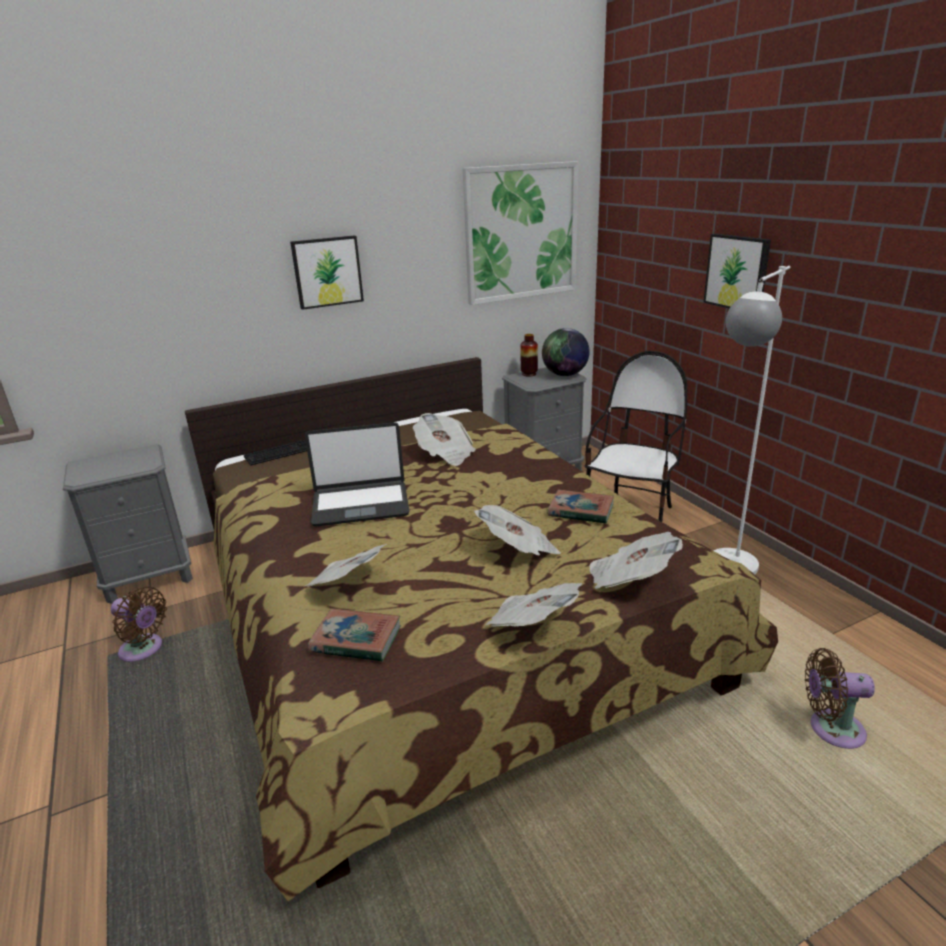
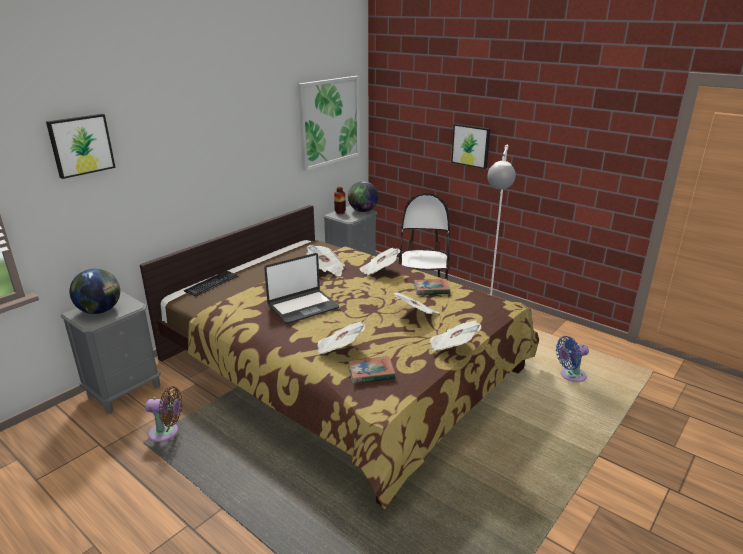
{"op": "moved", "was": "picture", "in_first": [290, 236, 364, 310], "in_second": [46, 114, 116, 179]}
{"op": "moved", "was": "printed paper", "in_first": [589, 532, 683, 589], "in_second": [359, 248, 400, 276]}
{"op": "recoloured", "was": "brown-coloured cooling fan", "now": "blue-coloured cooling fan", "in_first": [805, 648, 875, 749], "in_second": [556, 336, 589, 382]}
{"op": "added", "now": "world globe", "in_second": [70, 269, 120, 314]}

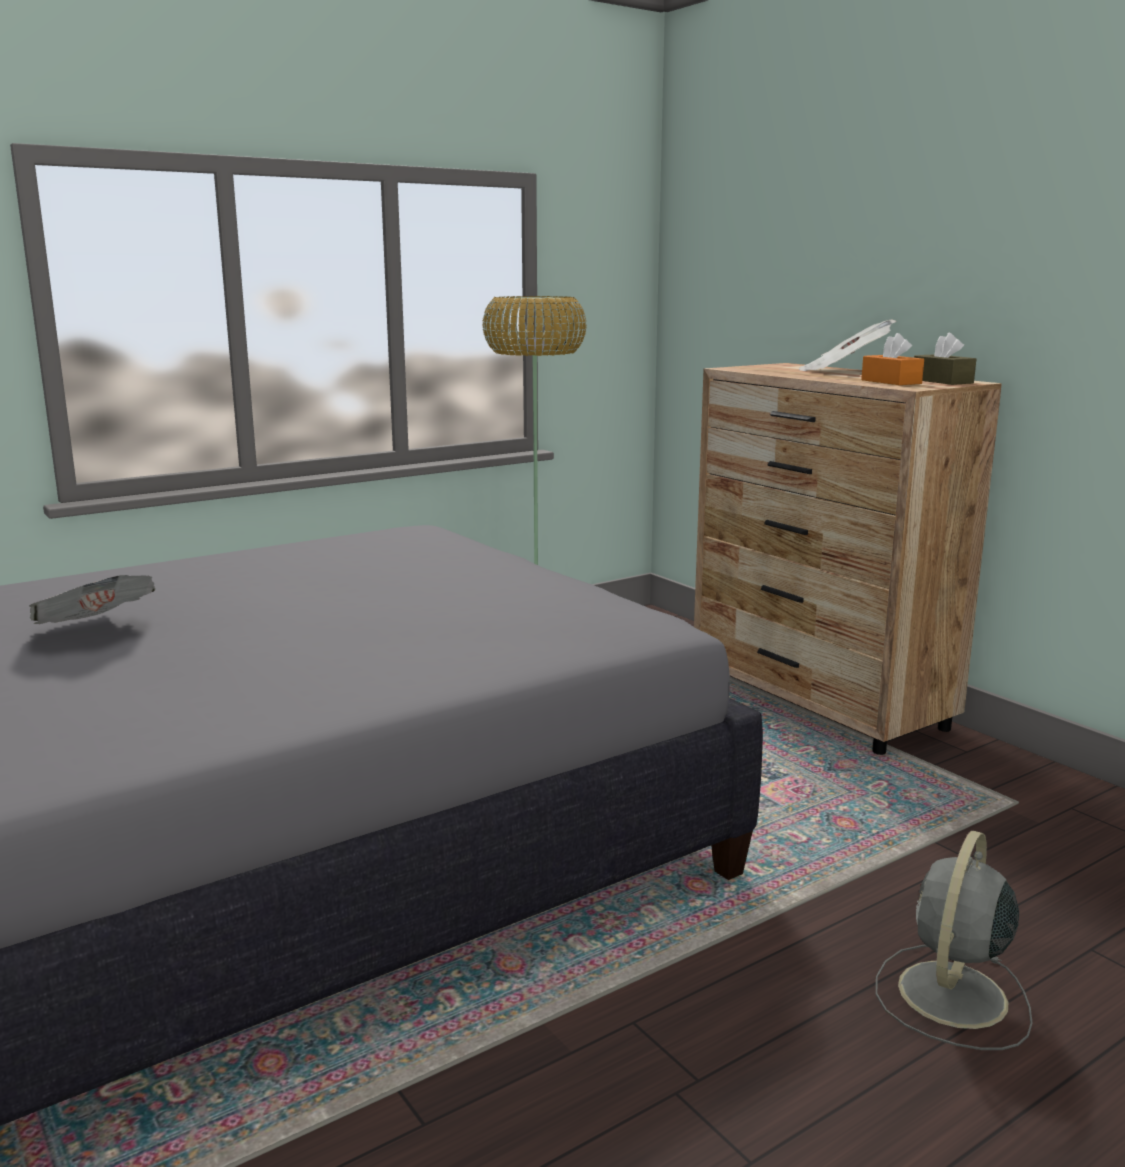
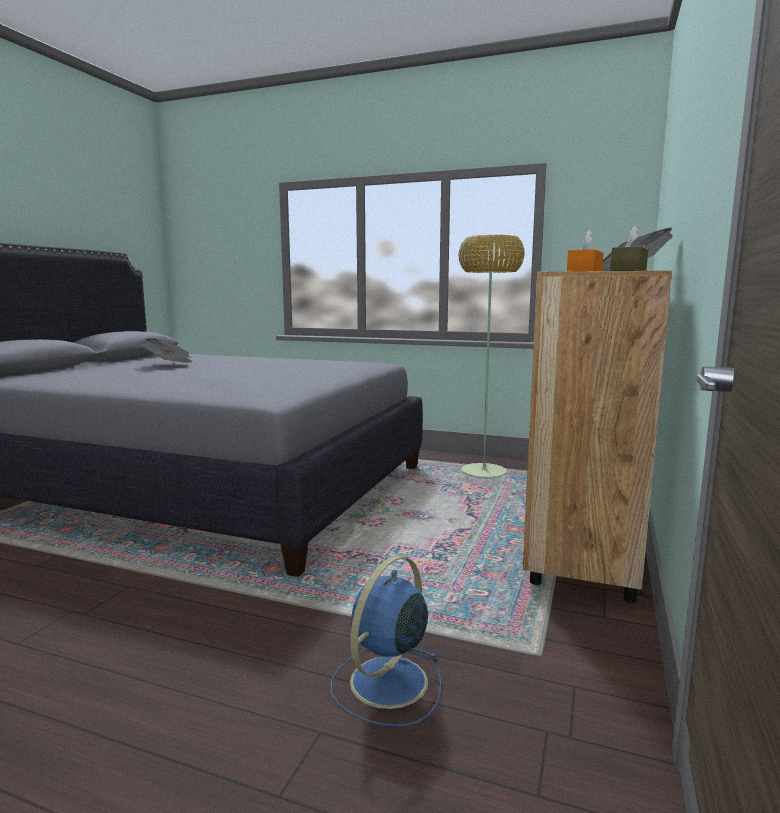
{"op": "removed", "was": "greyish cooling fan", "in_first": [876, 831, 1033, 1050]}
{"op": "added", "now": "blue-coloured cooling fan", "in_second": [331, 556, 441, 727]}

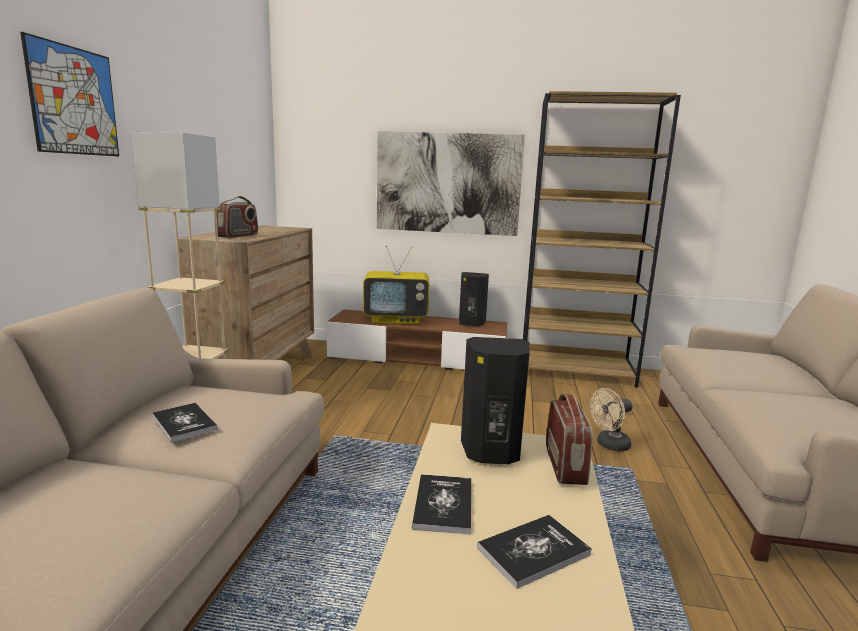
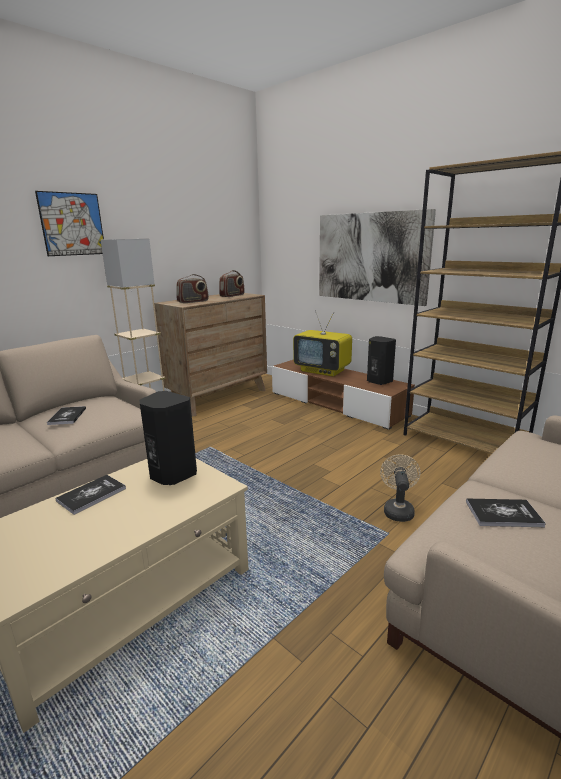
{"op": "moved", "was": "book", "in_first": [477, 515, 592, 589], "in_second": [466, 499, 546, 527]}
{"op": "moved", "was": "radio receiver", "in_first": [546, 394, 593, 485], "in_second": [219, 270, 245, 297]}
{"op": "turned", "was": "sand-coloured cooling fan", "in_first": [590, 388, 633, 452], "in_second": [380, 454, 420, 522], "clockwise": 90}

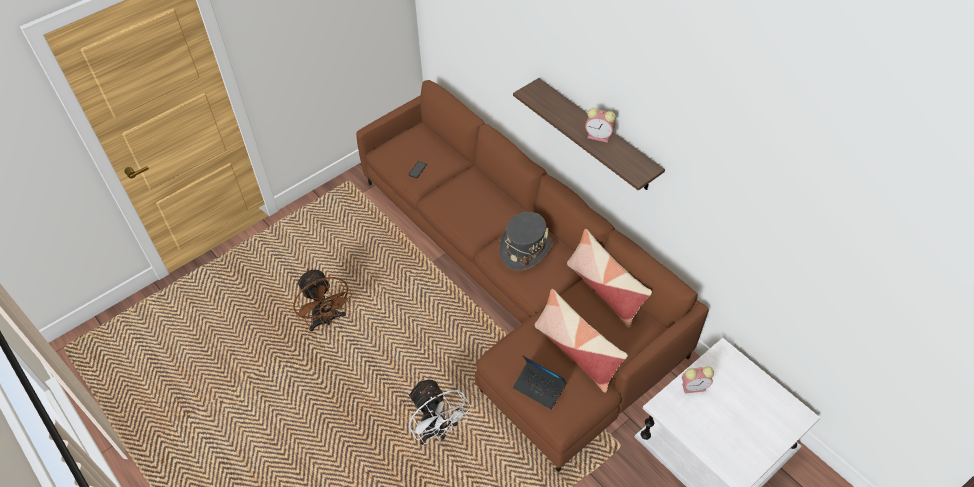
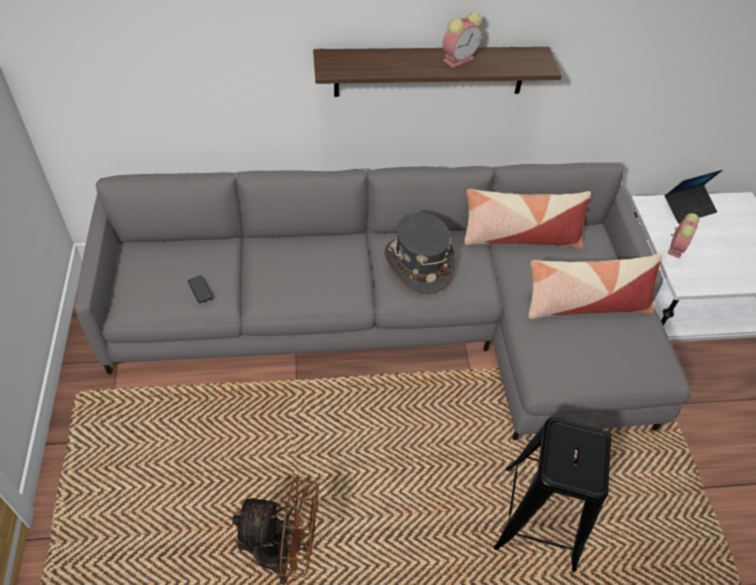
{"op": "recoloured", "was": "brown-coloured settee", "now": "greyish settee", "in_first": [356, 80, 709, 472], "in_second": [75, 163, 691, 440]}
{"op": "replaced", "was": "white-coloured cooling fan", "now": "black sitting stool", "in_first": [409, 379, 471, 445], "in_second": [494, 417, 612, 572]}
{"op": "moved", "was": "portable computer", "in_first": [513, 356, 566, 410], "in_second": [665, 170, 723, 224]}

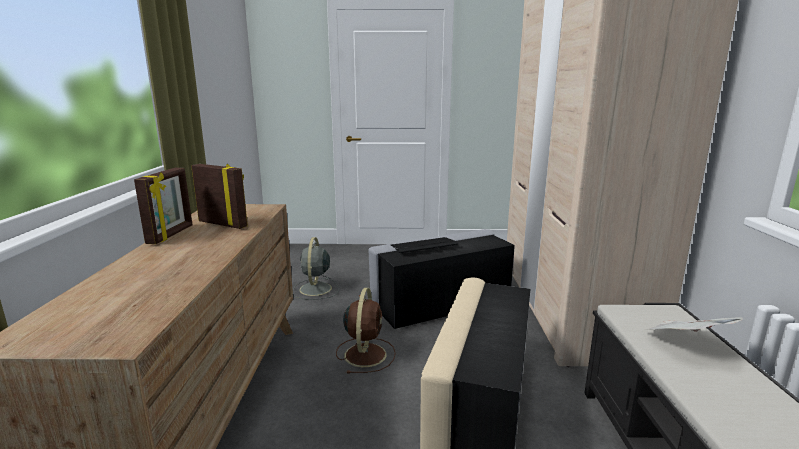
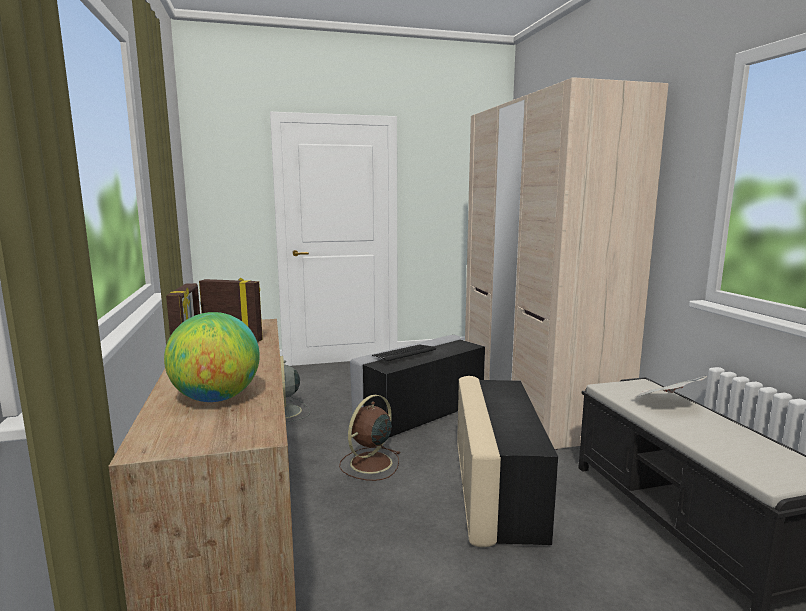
{"op": "turned", "was": "brown-coloured cooling fan", "in_first": [336, 288, 396, 374], "in_second": [339, 395, 400, 481], "clockwise": -135}
{"op": "added", "now": "world globe", "in_second": [164, 312, 260, 402]}

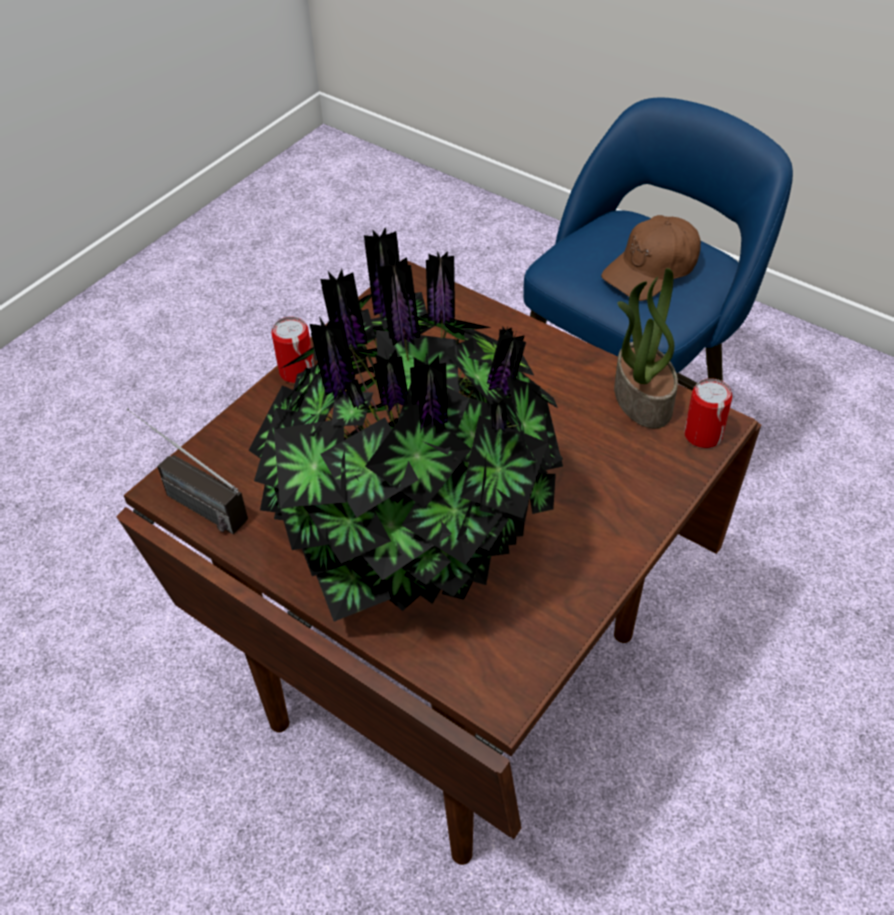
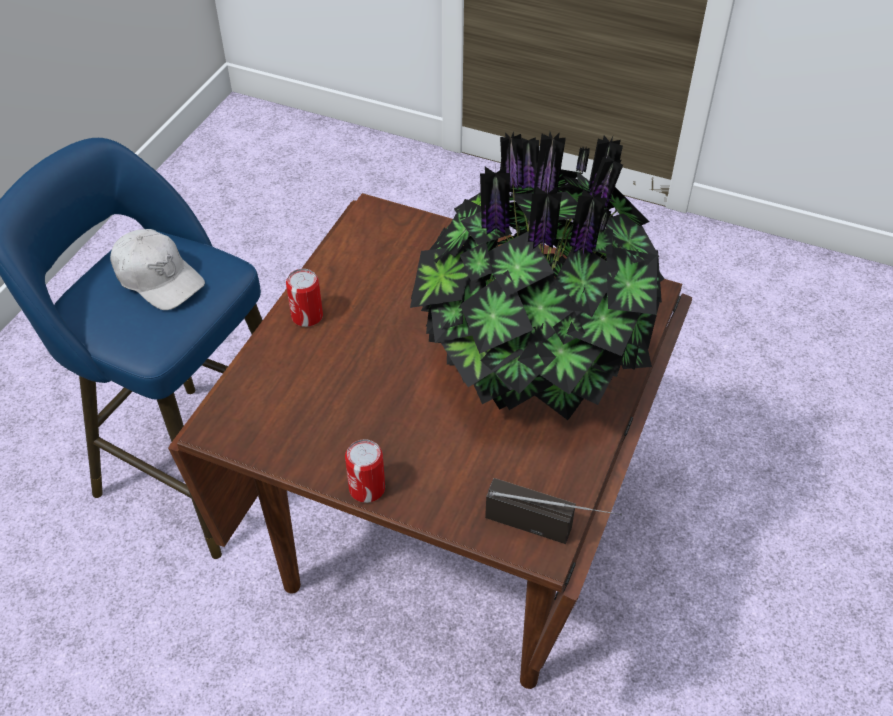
{"op": "turned", "was": "radio receiver", "in_first": [126, 408, 248, 534], "in_second": [485, 478, 622, 544], "clockwise": -90}
{"op": "recoloured", "was": "brown-coloured baseball cap", "now": "white-coloured baseball cap", "in_first": [601, 215, 701, 301], "in_second": [110, 229, 205, 310]}
{"op": "removed", "was": "houseplant", "in_first": [614, 268, 678, 429]}
{"op": "moved", "was": "sealed can", "in_first": [684, 378, 732, 448], "in_second": [286, 269, 323, 327]}

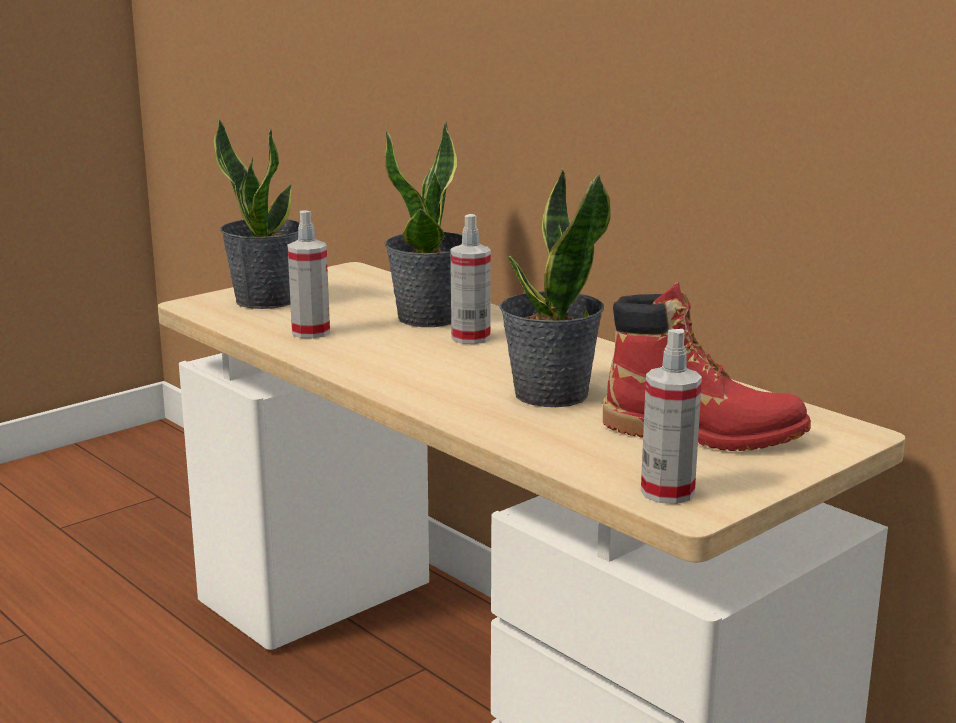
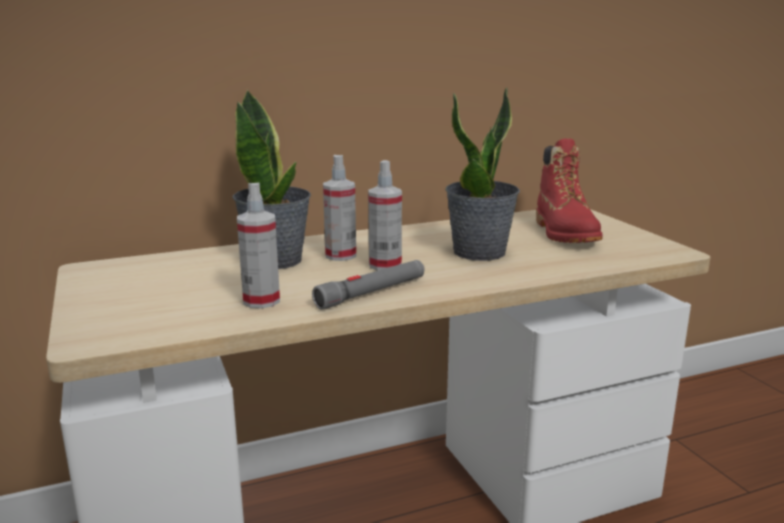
{"op": "removed", "was": "houseplant", "in_first": [214, 118, 300, 309]}
{"op": "turned", "was": "reddish high-top boot", "in_first": [603, 282, 811, 451], "in_second": [536, 138, 603, 243], "clockwise": 135}
{"op": "moved", "was": "sprayer", "in_first": [641, 329, 702, 504], "in_second": [368, 160, 402, 271]}
{"op": "added", "now": "greyish hand torch", "in_second": [312, 260, 424, 310]}

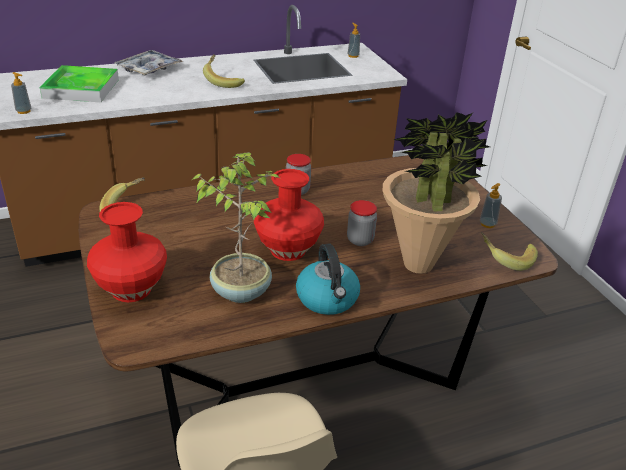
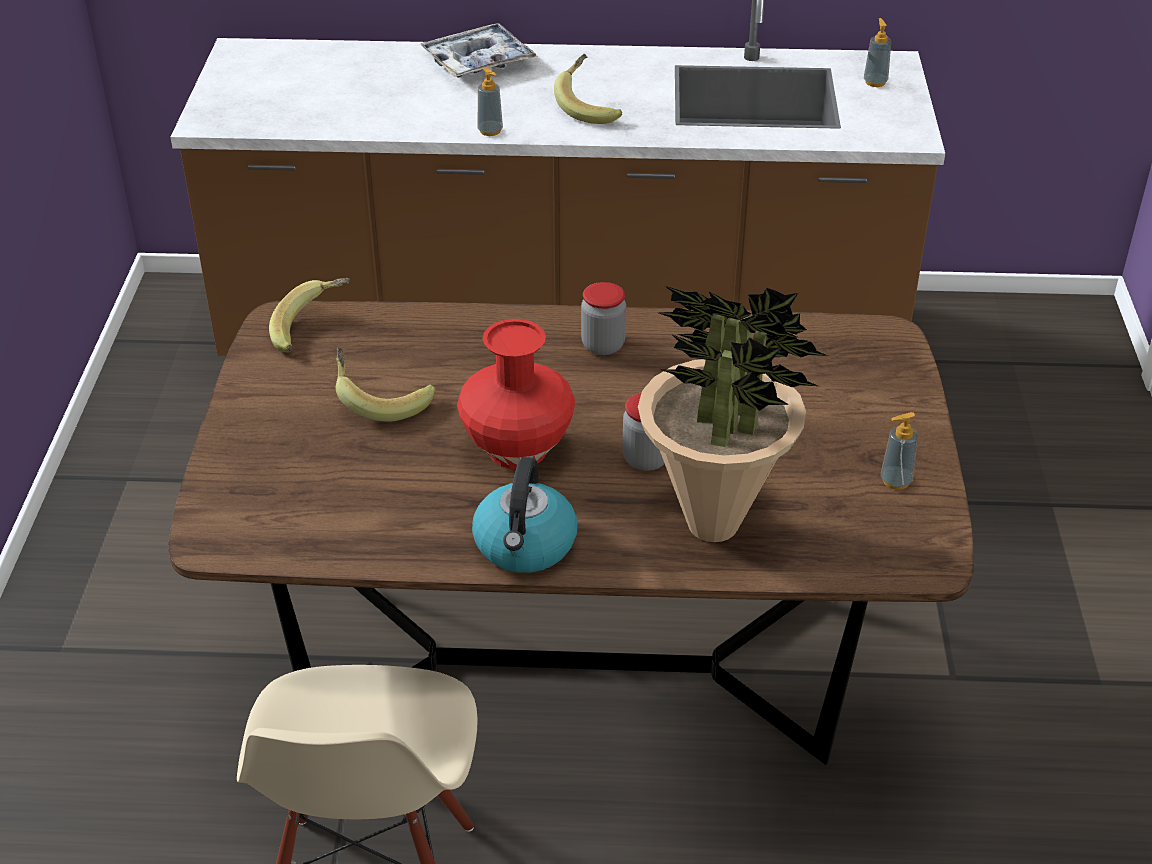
{"op": "moved", "was": "liquid soap bottle", "in_first": [11, 72, 31, 114], "in_second": [477, 68, 503, 136]}
{"op": "removed", "was": "serving tray", "in_first": [40, 65, 119, 102]}
{"op": "removed", "was": "reddish decorative vase", "in_first": [87, 202, 167, 302]}
{"op": "removed", "was": "houseplant", "in_first": [192, 152, 280, 303]}
{"op": "moved", "was": "banana", "in_first": [481, 232, 538, 271], "in_second": [336, 348, 435, 422]}

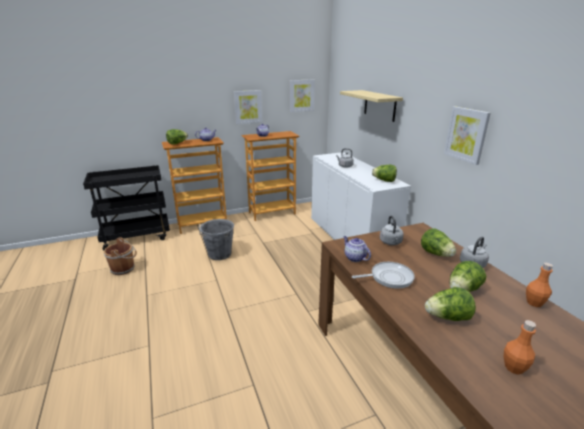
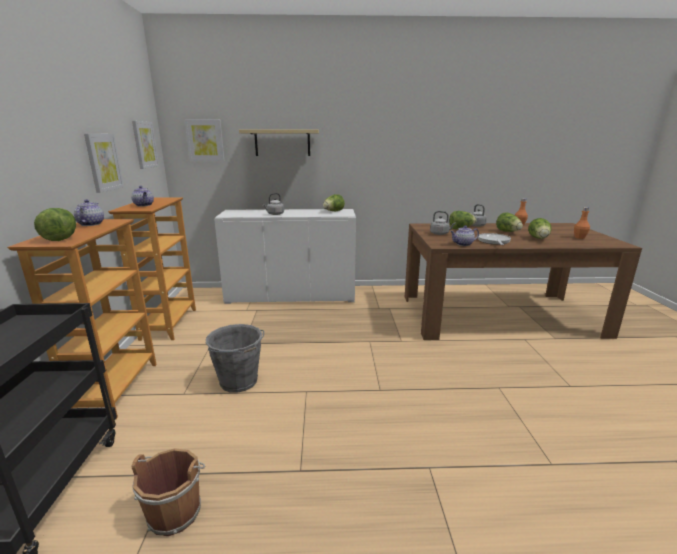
{"op": "moved", "was": "picture", "in_first": [444, 106, 491, 165], "in_second": [184, 119, 224, 161]}

